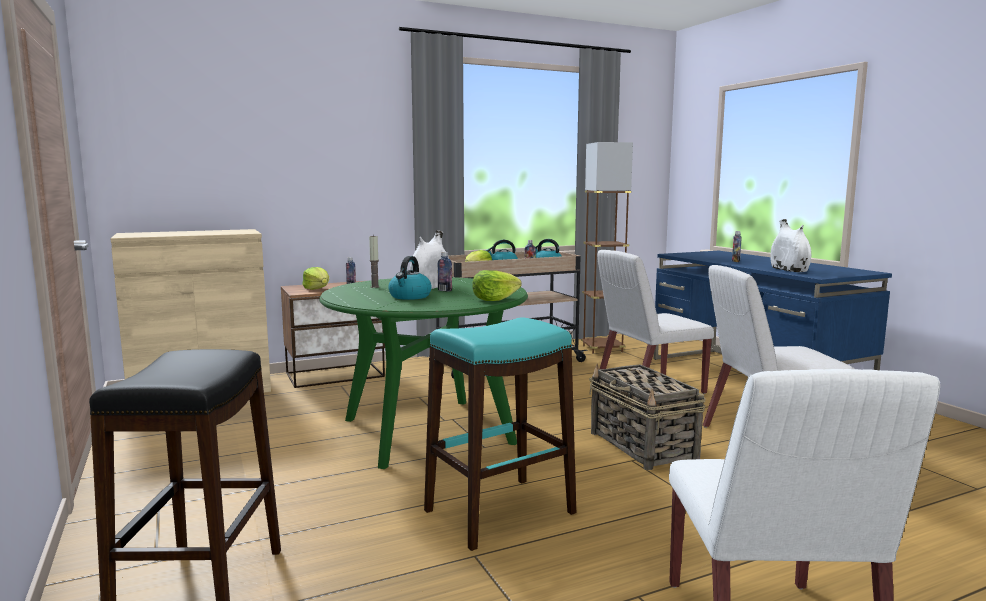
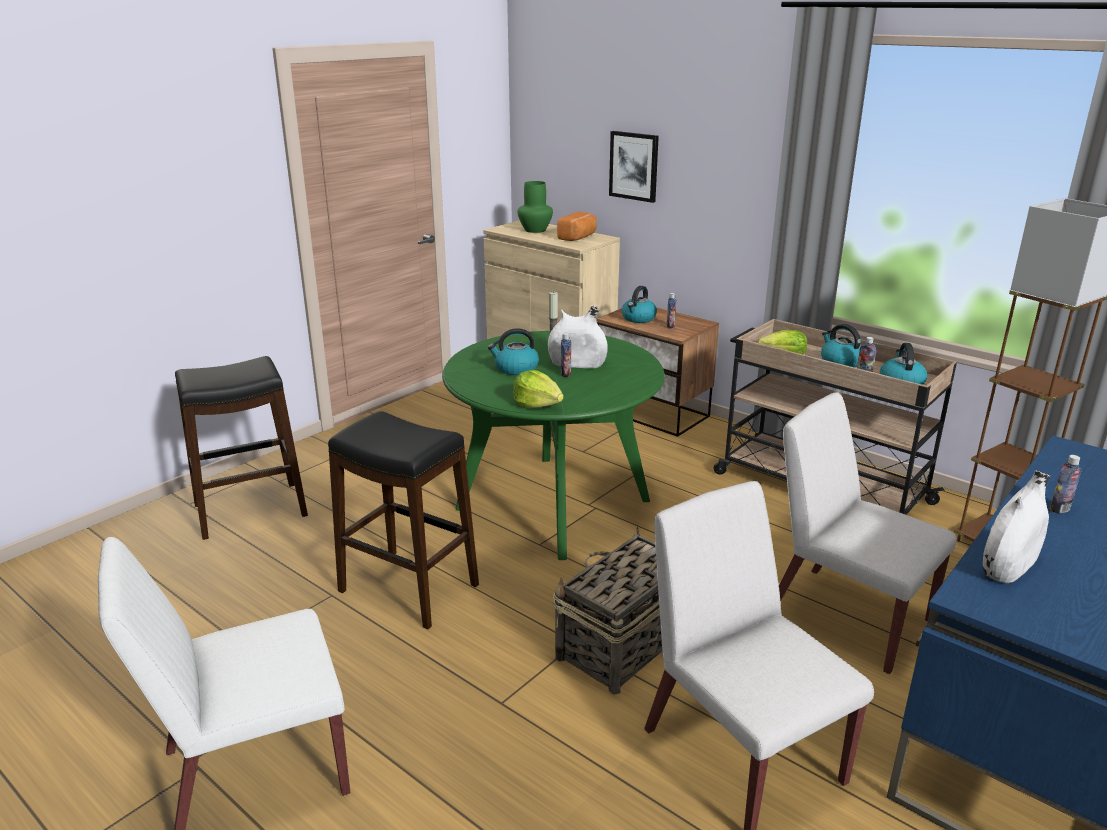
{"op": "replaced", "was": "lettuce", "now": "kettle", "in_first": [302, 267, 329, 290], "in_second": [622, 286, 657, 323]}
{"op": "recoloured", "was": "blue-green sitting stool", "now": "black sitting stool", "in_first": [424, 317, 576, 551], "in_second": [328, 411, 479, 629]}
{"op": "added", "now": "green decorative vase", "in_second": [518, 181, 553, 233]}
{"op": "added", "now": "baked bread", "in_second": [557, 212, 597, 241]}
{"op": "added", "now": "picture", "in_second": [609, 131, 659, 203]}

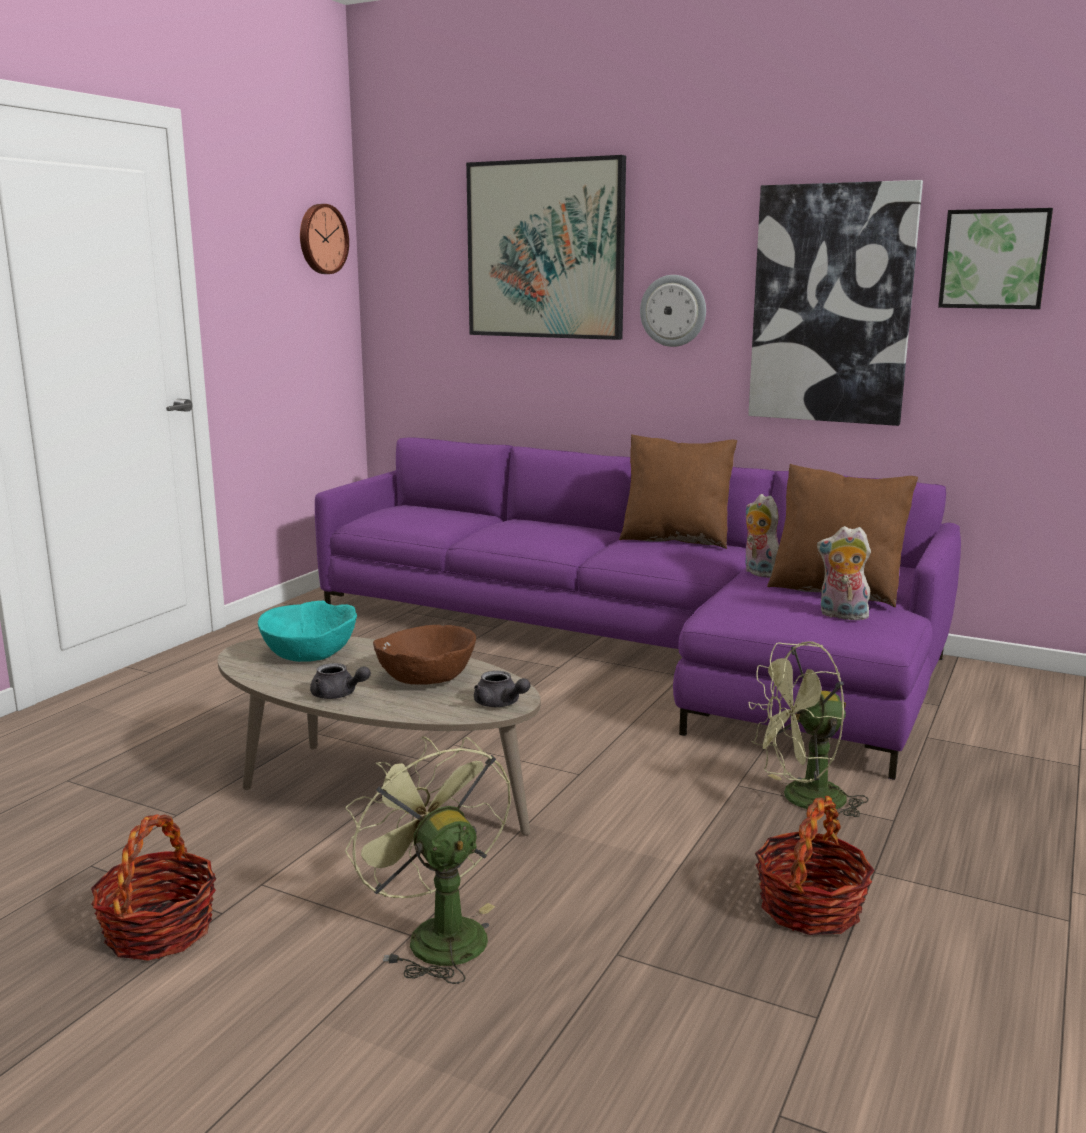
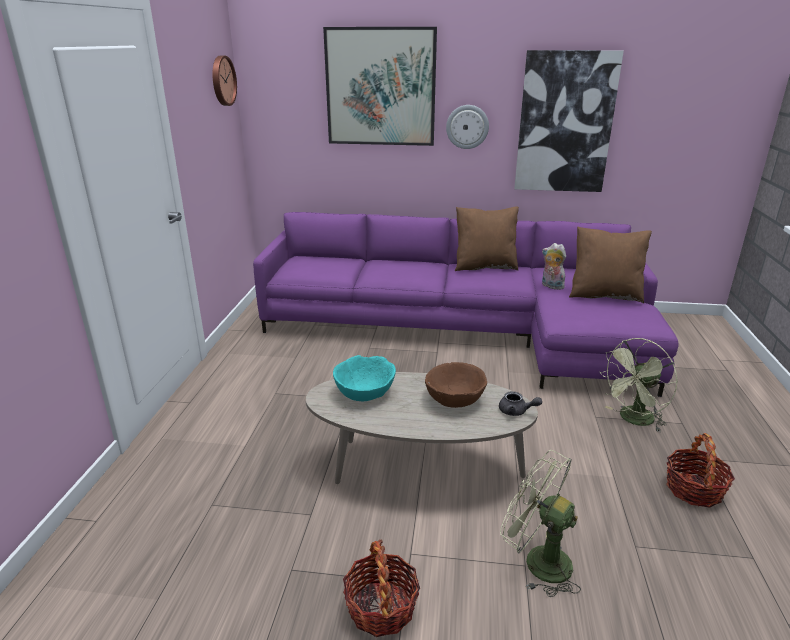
{"op": "removed", "was": "greyish tea pot", "in_first": [310, 663, 371, 699]}
{"op": "removed", "was": "plush toy", "in_first": [817, 526, 871, 620]}
{"op": "removed", "was": "picture", "in_first": [938, 208, 1053, 309]}

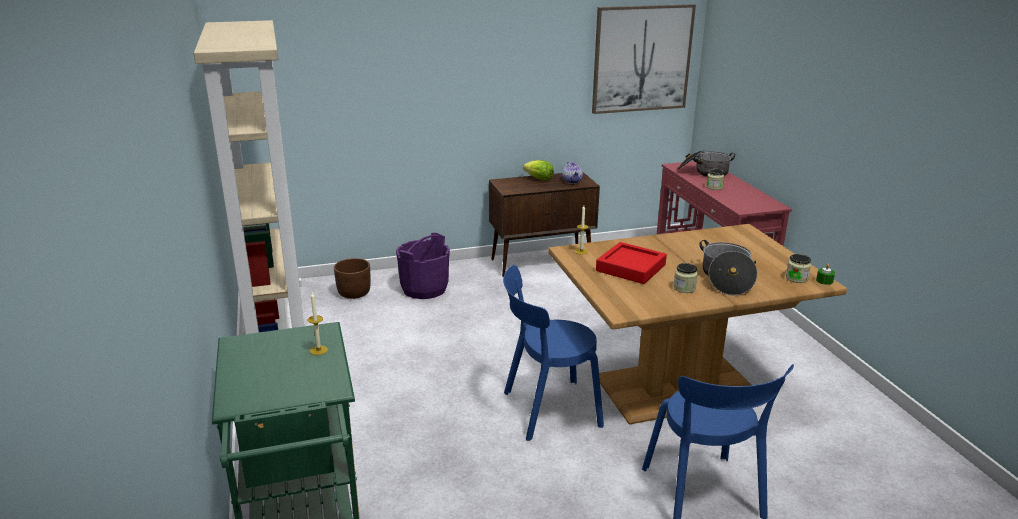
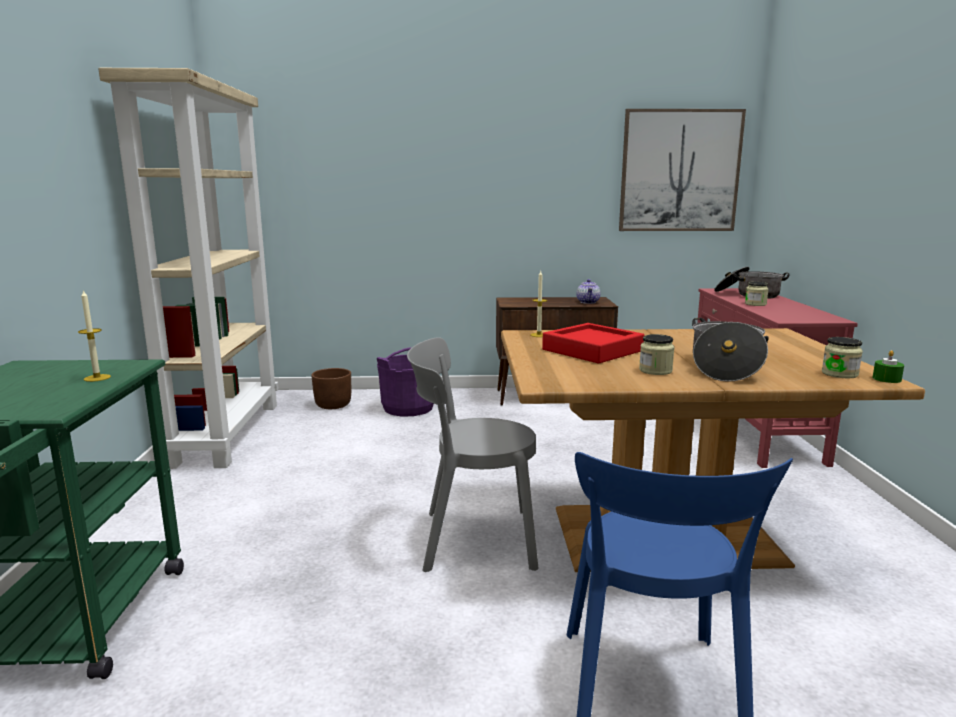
{"op": "recoloured", "was": "blue-coloured upright chair", "now": "greyish upright chair", "in_first": [503, 265, 604, 441], "in_second": [407, 337, 538, 572]}
{"op": "removed", "was": "lettuce", "in_first": [523, 160, 554, 181]}

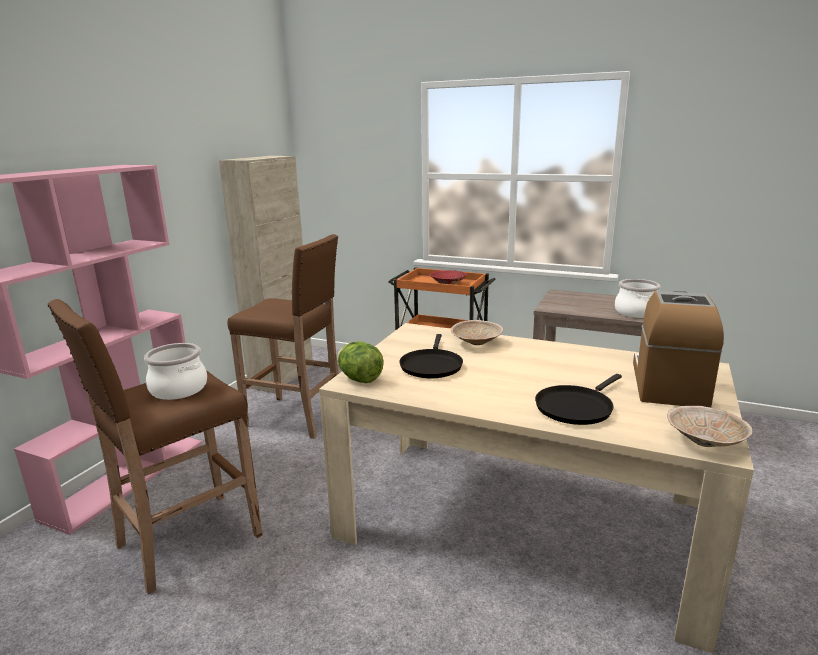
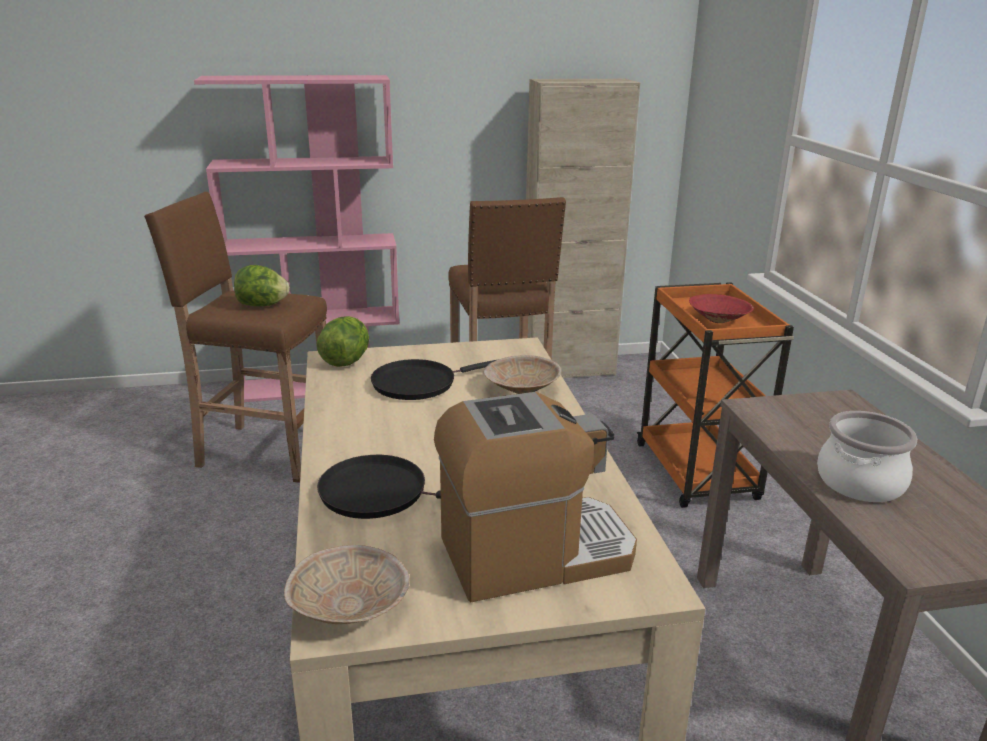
{"op": "replaced", "was": "stockpot", "now": "lettuce", "in_first": [144, 343, 207, 400], "in_second": [234, 265, 290, 306]}

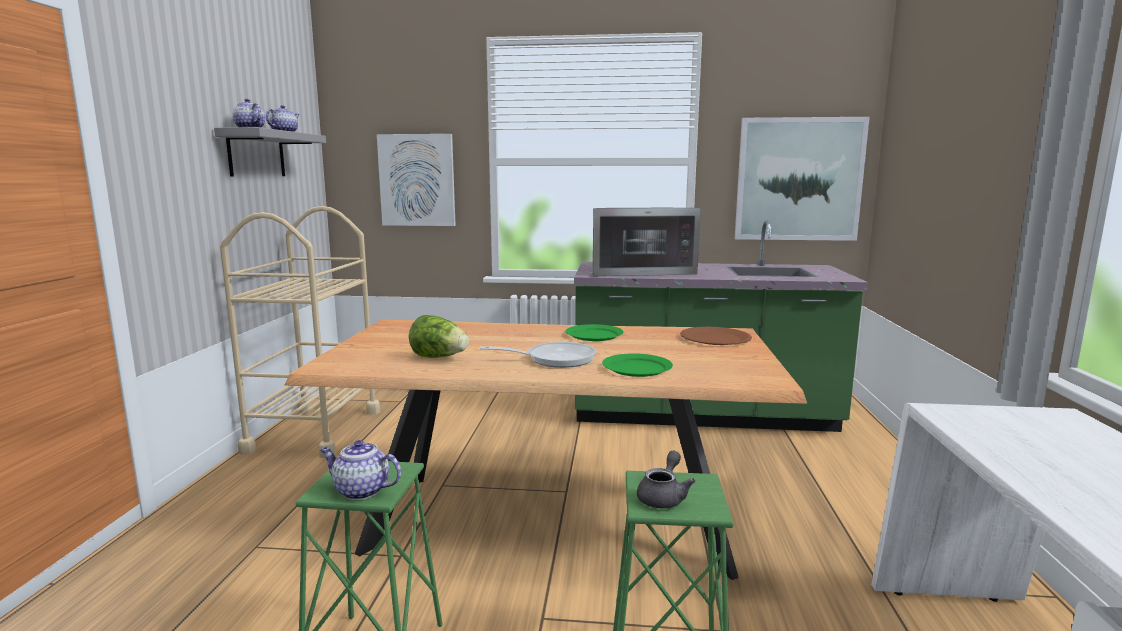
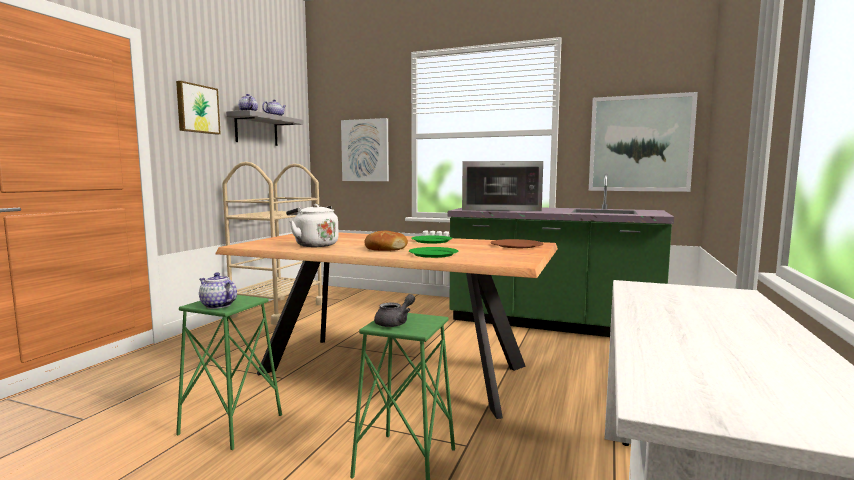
{"op": "replaced", "was": "lettuce", "now": "white-coloured kettle", "in_first": [409, 315, 469, 358], "in_second": [286, 204, 339, 247]}
{"op": "replaced", "was": "skillet", "now": "baked bread", "in_first": [480, 342, 597, 368], "in_second": [364, 231, 408, 251]}
{"op": "added", "now": "picture", "in_second": [176, 81, 221, 135]}

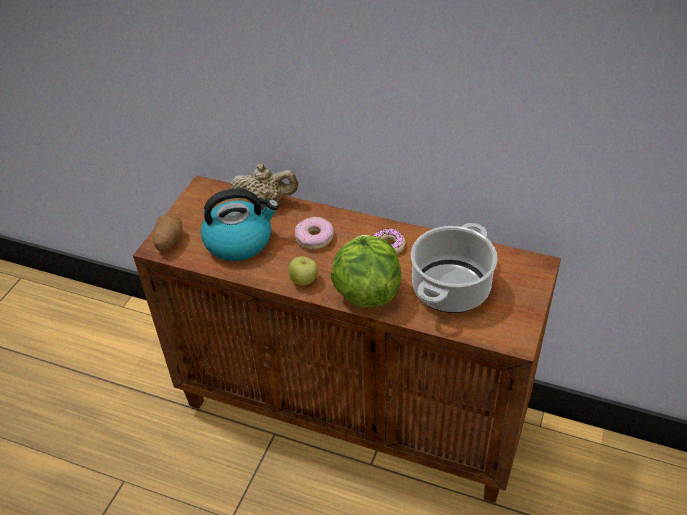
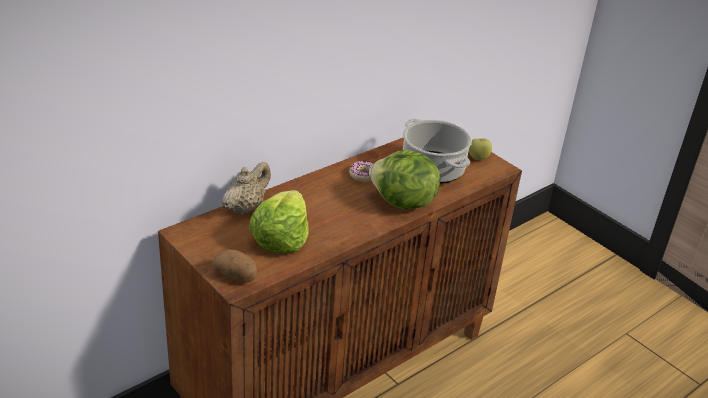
{"op": "replaced", "was": "kettle", "now": "lettuce", "in_first": [201, 188, 279, 261], "in_second": [249, 190, 309, 253]}
{"op": "moved", "was": "whole apple", "in_first": [288, 256, 318, 285], "in_second": [469, 138, 492, 160]}
{"op": "removed", "was": "doughnut", "in_first": [295, 217, 334, 249]}

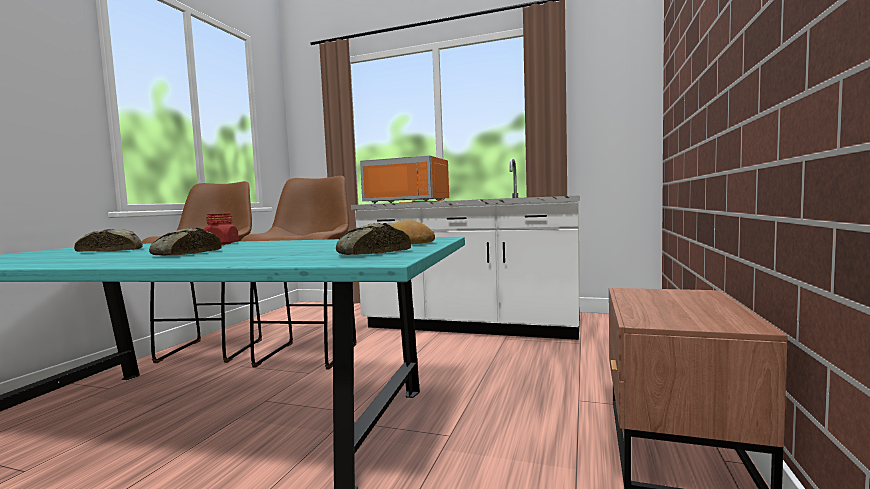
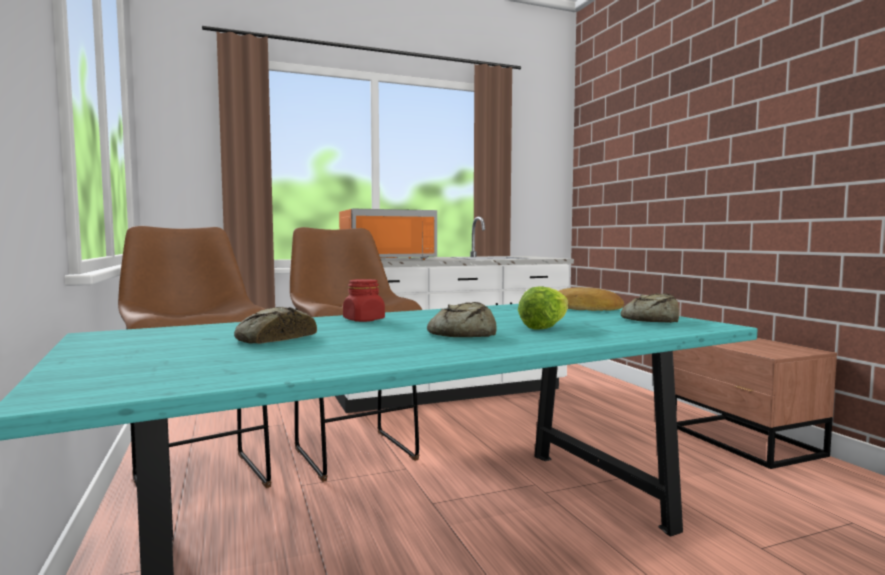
{"op": "added", "now": "lettuce", "in_second": [518, 286, 568, 330]}

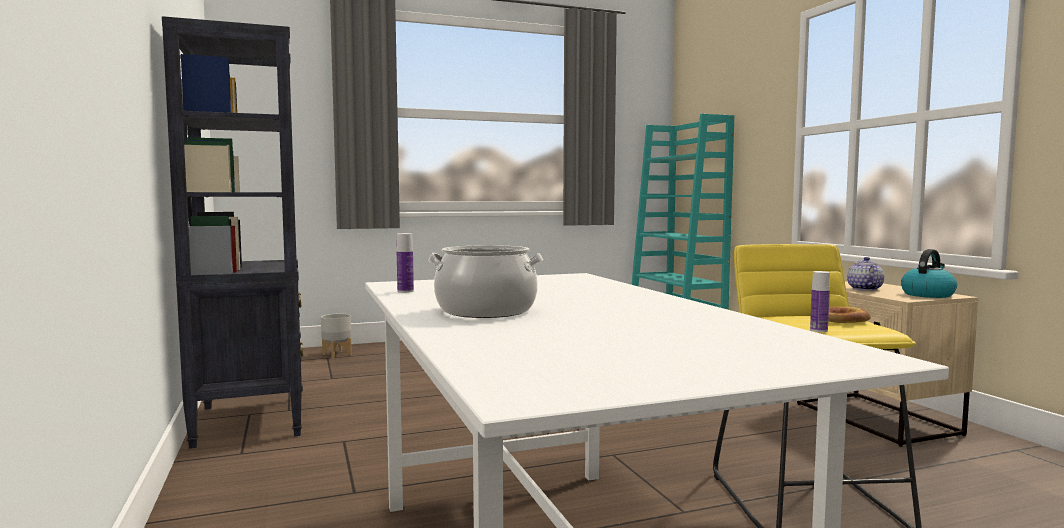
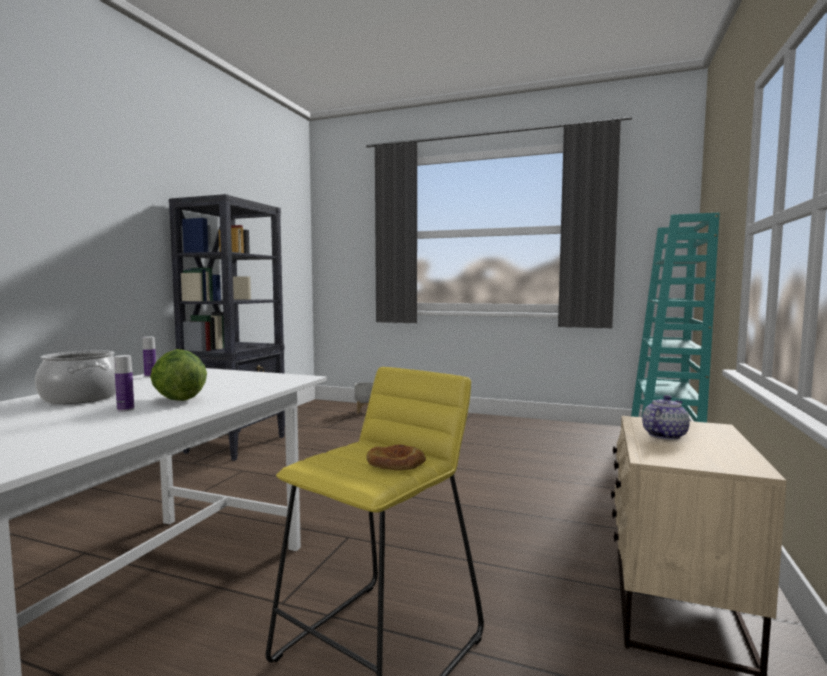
{"op": "moved", "was": "bottle", "in_first": [810, 271, 830, 332], "in_second": [114, 355, 134, 412]}
{"op": "removed", "was": "kettle", "in_first": [901, 249, 957, 298]}
{"op": "added", "now": "lettuce", "in_second": [150, 349, 207, 401]}

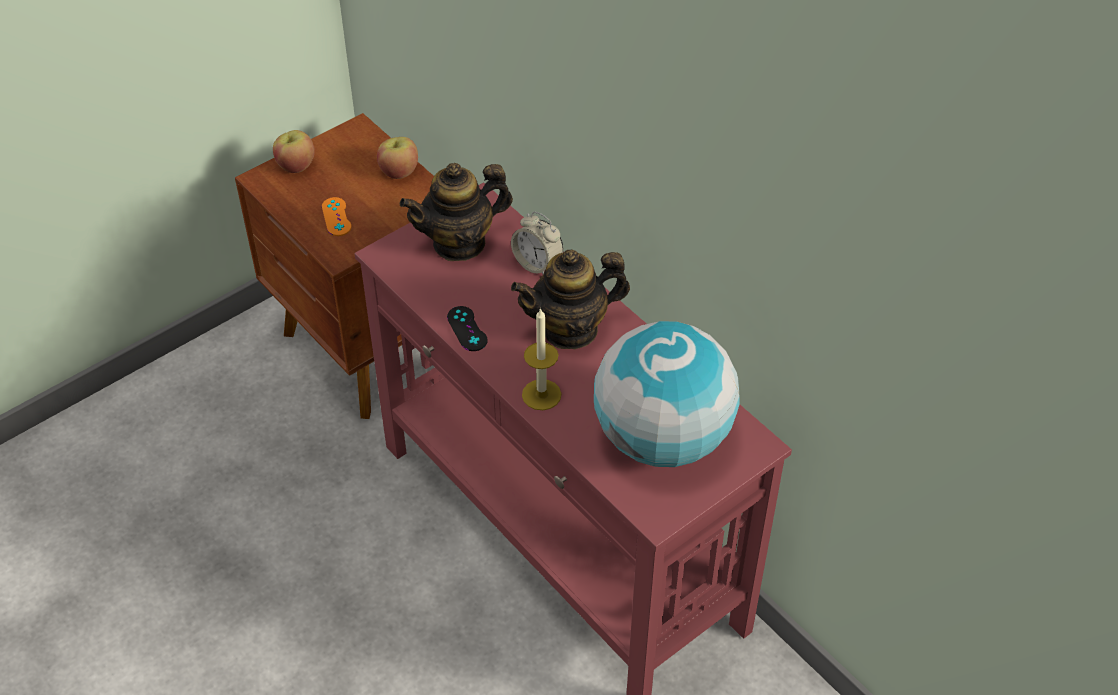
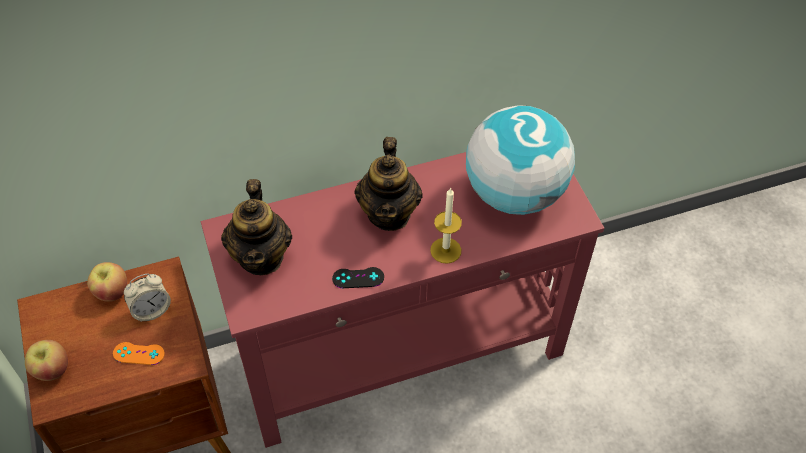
{"op": "moved", "was": "alarm clock", "in_first": [511, 211, 563, 275], "in_second": [124, 273, 171, 322]}

